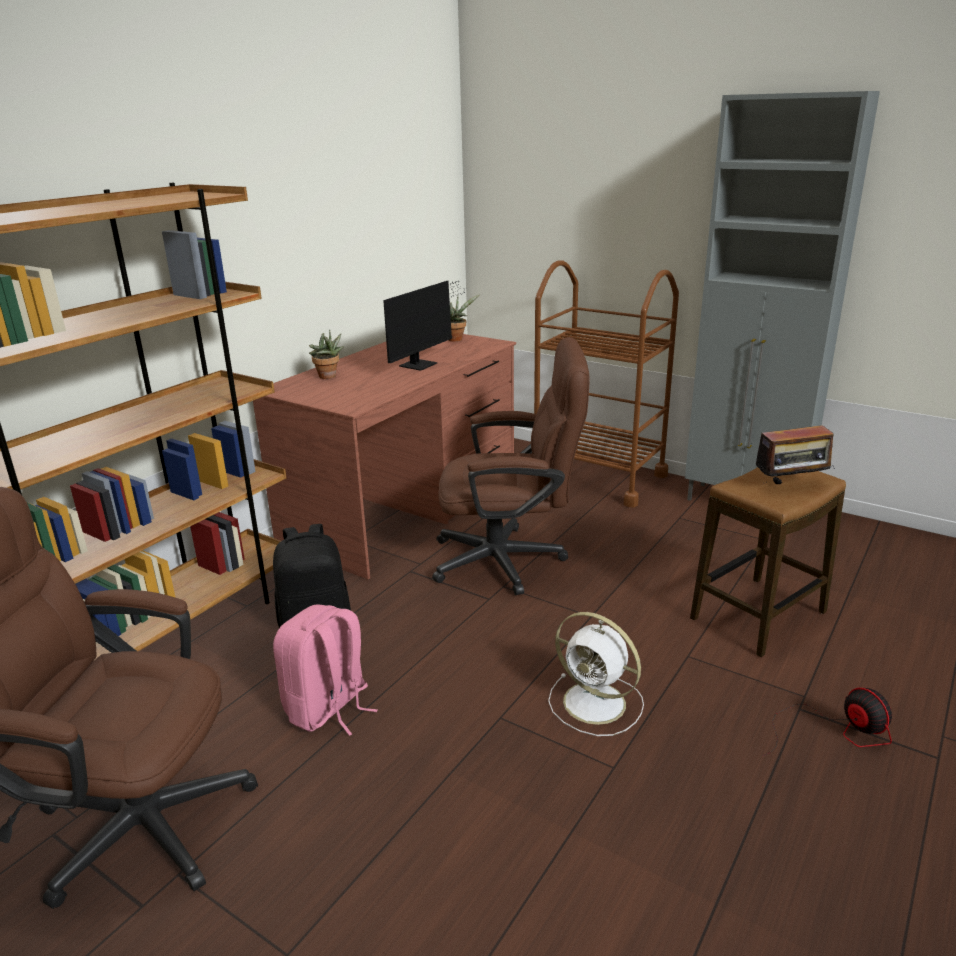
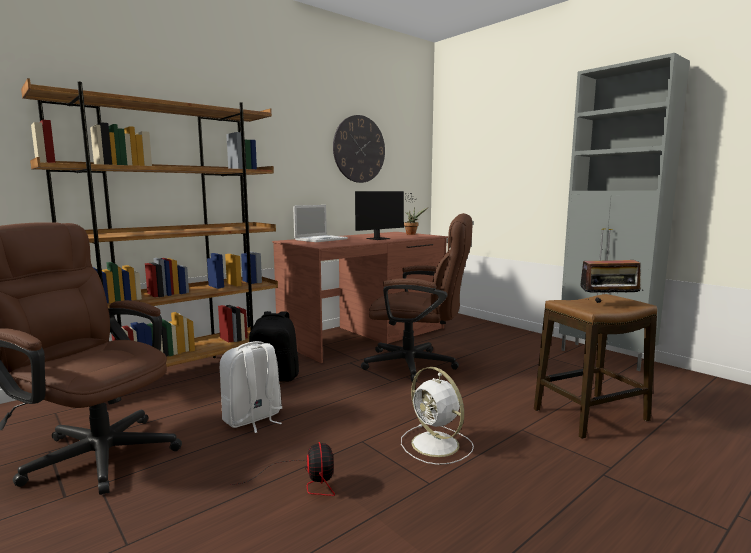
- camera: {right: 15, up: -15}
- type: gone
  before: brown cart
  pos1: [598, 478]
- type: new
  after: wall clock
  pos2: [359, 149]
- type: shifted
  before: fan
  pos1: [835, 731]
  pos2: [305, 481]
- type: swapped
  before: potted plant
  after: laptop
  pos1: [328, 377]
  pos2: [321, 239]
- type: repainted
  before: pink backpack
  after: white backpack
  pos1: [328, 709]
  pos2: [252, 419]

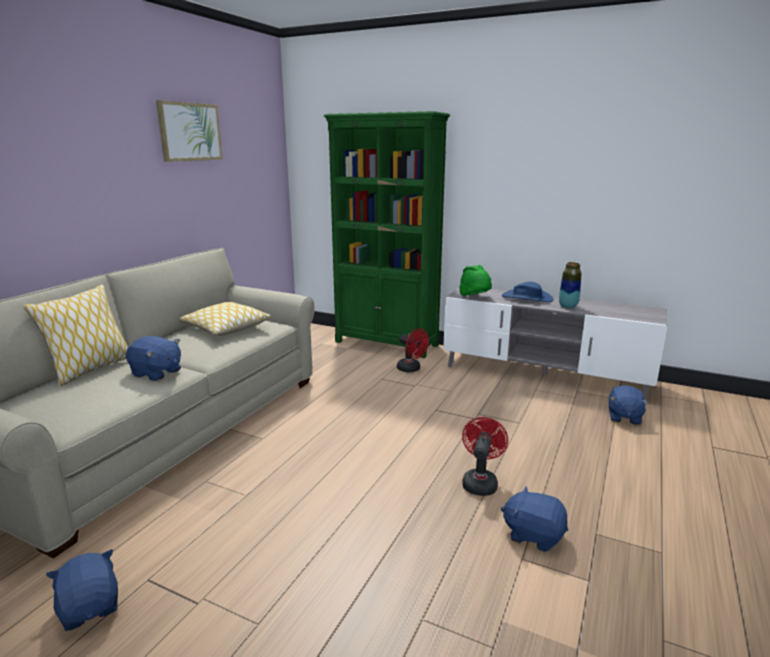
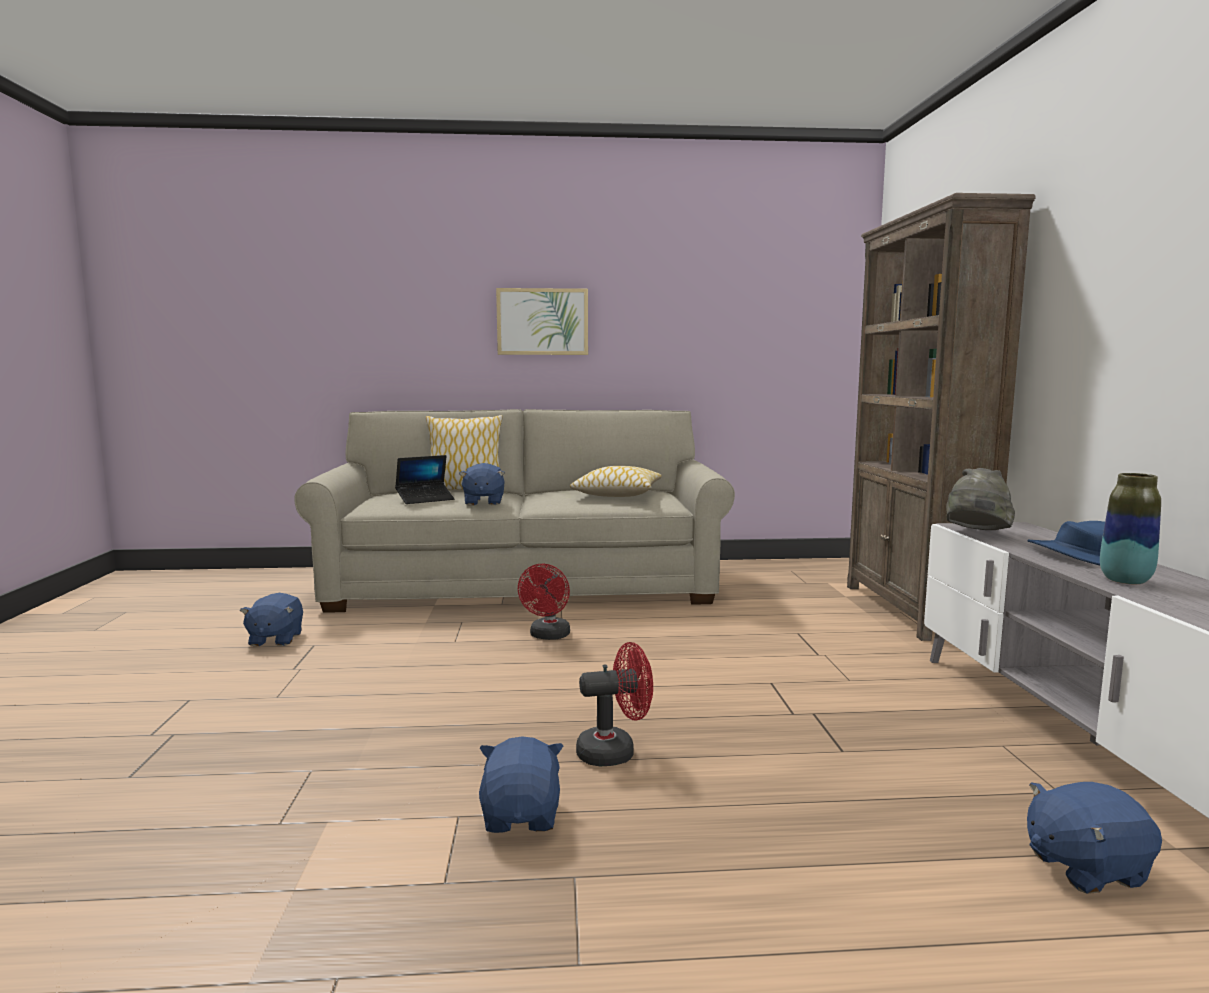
- camera: {right: 60, up: -10}
- type: new
  after: laptop
  pos2: [425, 499]
- type: shifted
  before: picture
  pos1: [190, 132]
  pos2: [542, 322]
- type: shifted
  before: red fan
  pos1: [411, 369]
  pos2: [548, 636]
- type: repainted
  before: green bookcase
  after: brown bookcase
  pos1: [387, 343]
  pos2: [912, 610]
- type: repainted
  before: green hat
  after: grey hat
  pos1: [475, 298]
  pos2: [976, 533]
- type: rotated
  before: blue plush toy
  pos1: [91, 607]
  pos2: [275, 639]
  turn: 150

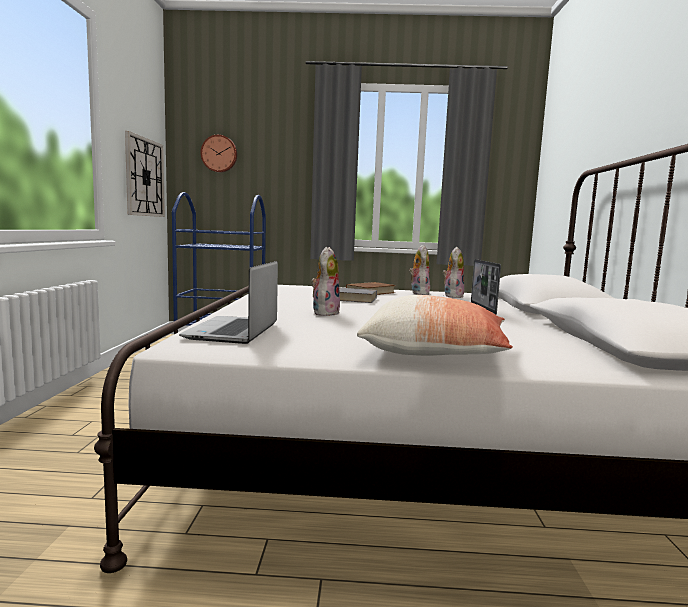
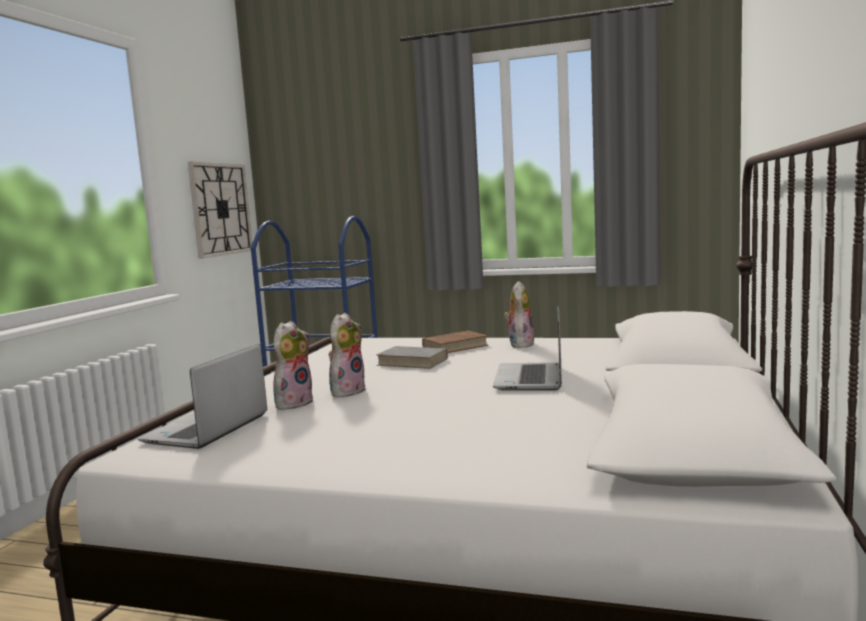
- camera: {right: 15, up: 0}
- type: gone
  before: wall clock
  pos1: [219, 154]
- type: gone
  before: pillow
  pos1: [434, 352]
- type: shifted
  before: plush toy
  pos1: [452, 296]
  pos2: [293, 403]

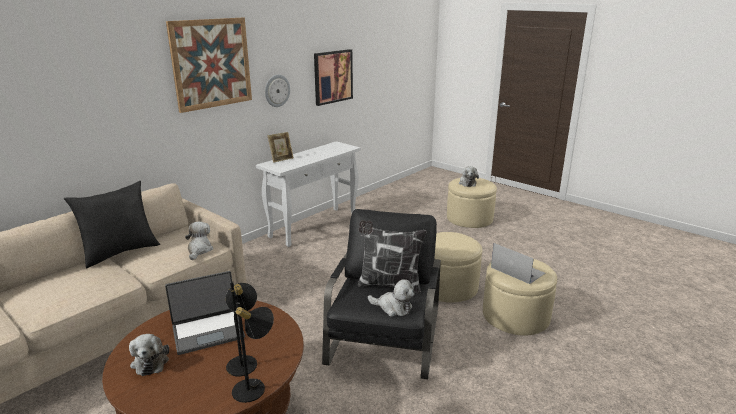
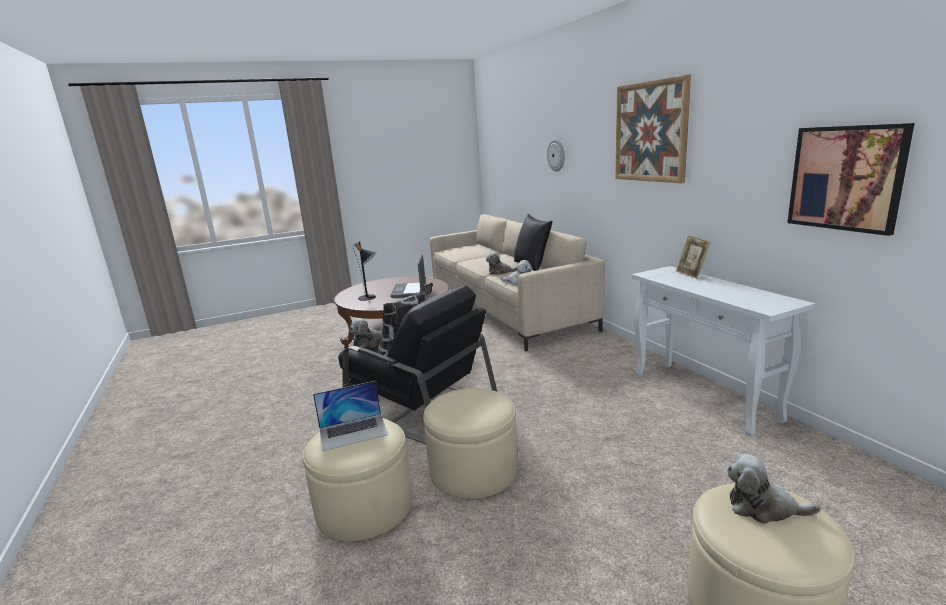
- camera: {right: 115, up: -5}
- type: gone
  before: black table lamp
  pos1: [254, 387]
- type: shifted
  before: plush toy
  pos1: [150, 361]
  pos2: [500, 272]
- type: shifted
  before: wall clock
  pos1: [277, 90]
  pos2: [556, 155]

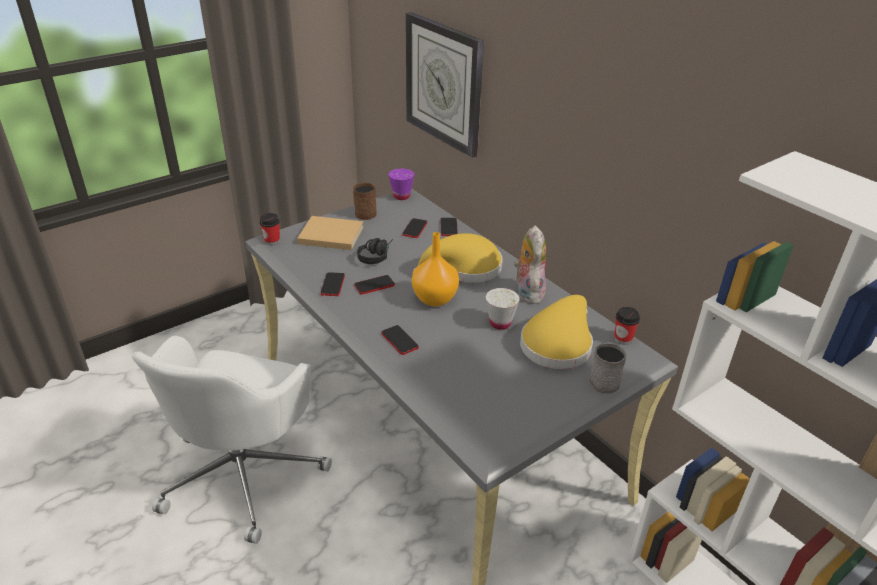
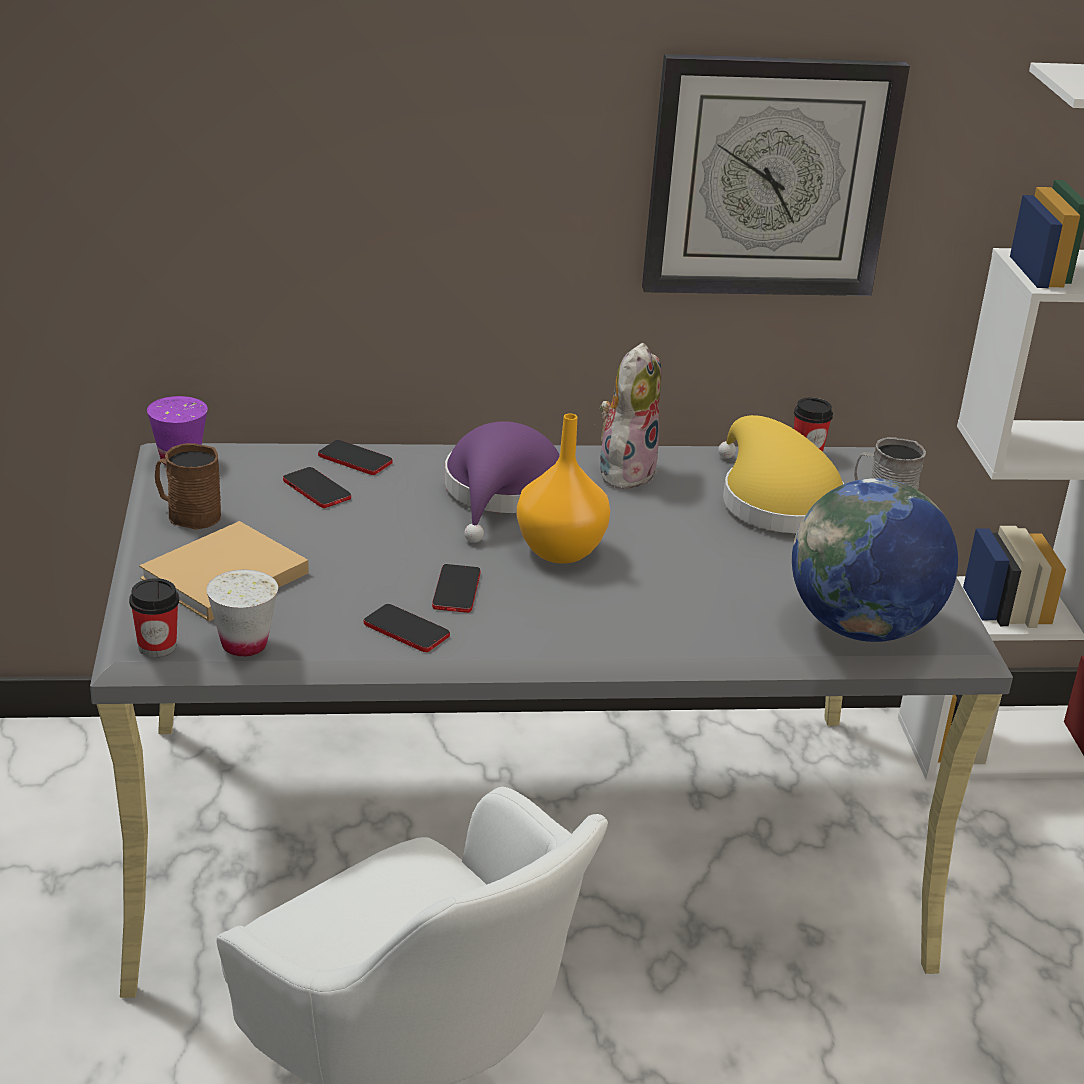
- camera: {right: -60, up: -5}
- type: gone
  before: black headphones
  pos1: [376, 255]
- type: gone
  before: phone
  pos1: [399, 340]
- type: new
  after: globe
  pos2: [861, 628]
- type: shifted
  before: wall clock
  pos1: [444, 83]
  pos2: [770, 177]
- type: shifted
  before: white cup
  pos1: [500, 323]
  pos2: [244, 644]
- type: repainted
  before: yellow hat
  after: purple hat
  pos1: [465, 268]
  pos2: [502, 493]
- type: rotated
  before: plush toy
  pos1: [527, 292]
  pos2: [625, 471]
  turn: 90

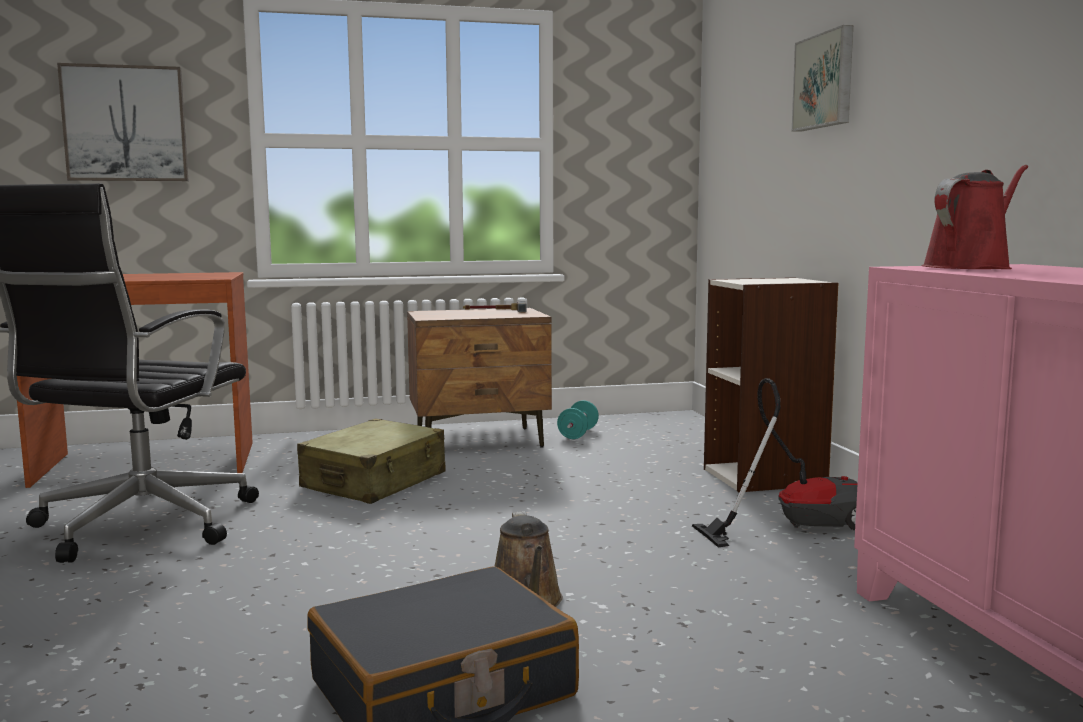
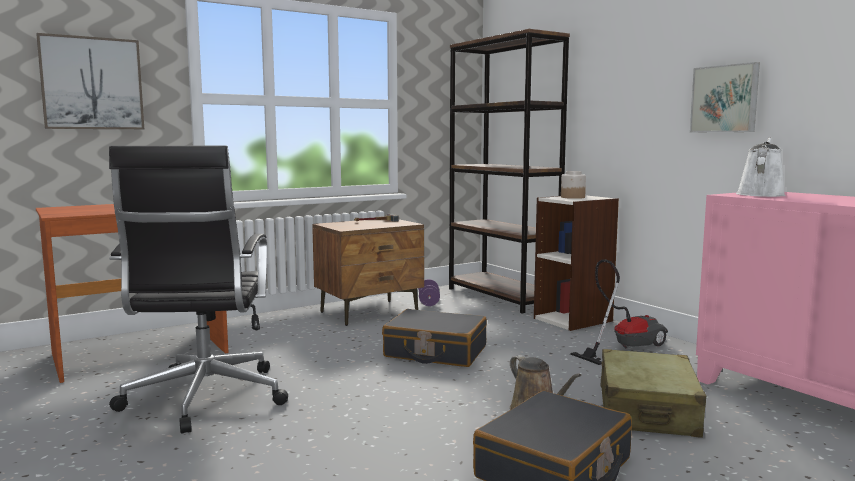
- camera: {right: -20, up: 0}
- type: new
  after: black suitcase
  pos2: [435, 352]
- type: new
  after: brown bookcase
  pos2: [501, 297]
- type: new
  after: jar
  pos2: [572, 197]
- type: shifted
  before: beige suitcase
  pos1: [374, 481]
  pos2: [647, 411]
- type: shifted
  before: picture
  pos1: [825, 81]
  pos2: [725, 99]
- type: repainted
  before: turquoise dumbbell
  after: purple dumbbell
  pos1: [578, 434]
  pos2: [429, 302]
- type: repainted
  before: red watering can
  after: white watering can
  pos1: [970, 267]
  pos2: [760, 194]

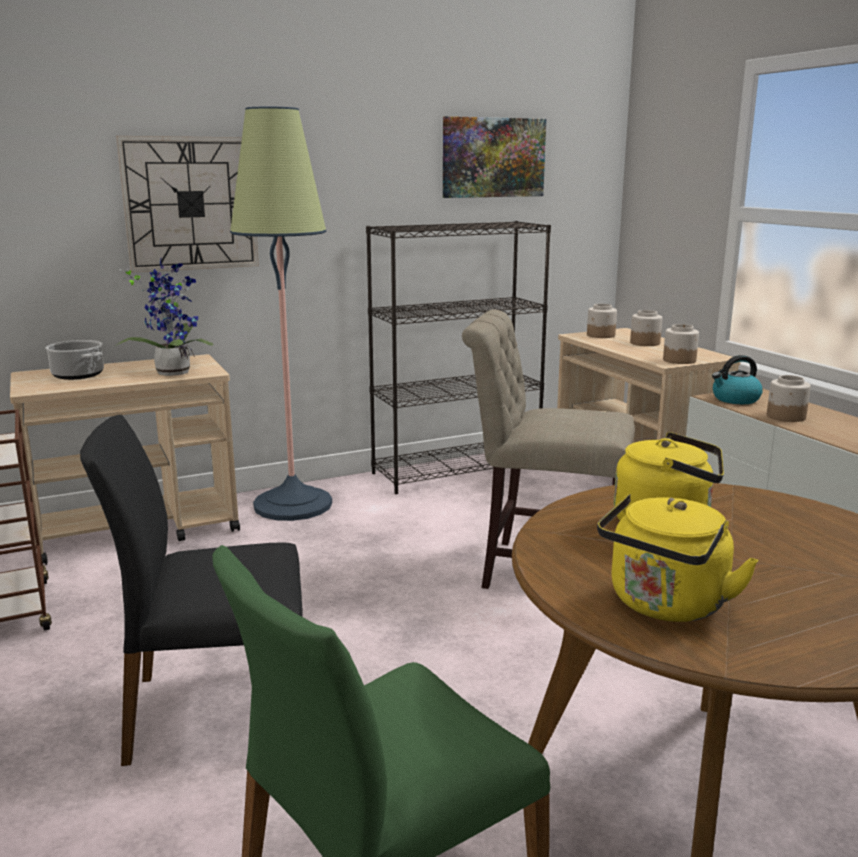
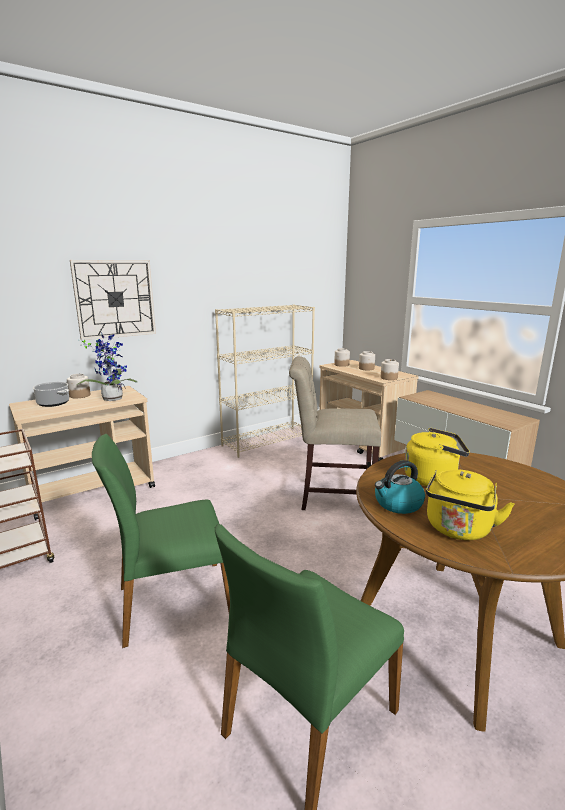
- camera: {right: -10, up: 0}
- type: gone
  before: floor lamp
  pos1: [293, 505]
- type: gone
  before: picture
  pos1: [493, 157]
- type: shifted
  before: kettle
  pos1: [735, 399]
  pos2: [398, 504]
- type: shifted
  before: jar
  pos1: [785, 416]
  pos2: [79, 395]
- type: repainted
  before: black chair
  after: green chair
  pos1: [219, 709]
  pos2: [173, 602]
- type: repainted
  before: black bookcase
  after: beige bookcase
  pos1: [457, 470]
  pos2: [268, 441]

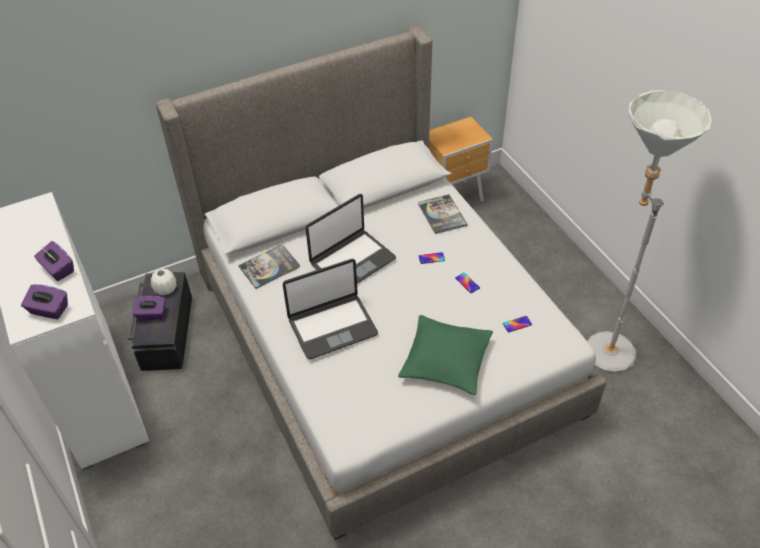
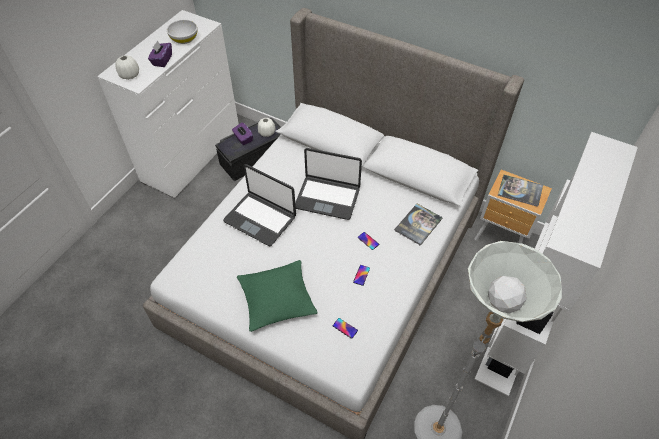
- camera: {right: 55, up: 5}
- type: new
  after: white bowl
  pos2: [184, 39]
- type: new
  after: white bookcase
  pos2: [511, 337]
- type: shifted
  before: book
  pos1: [269, 267]
  pos2: [520, 191]
- type: swapped
  before: purple tissue box
  after: white vase
  pos1: [49, 310]
  pos2: [129, 75]

